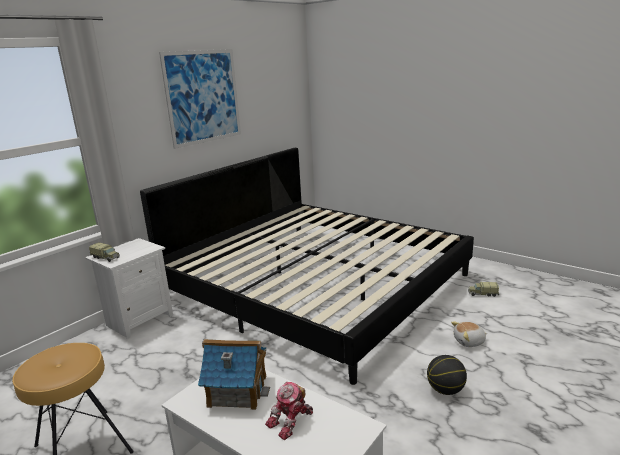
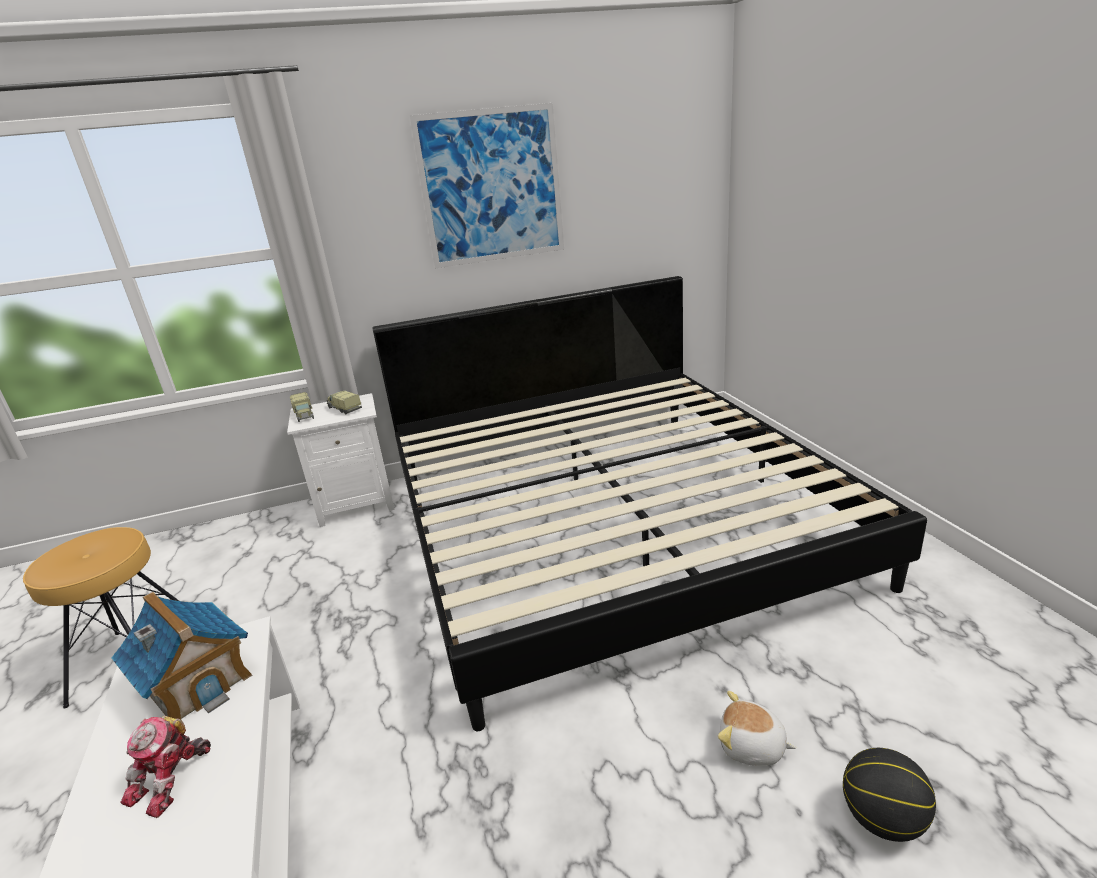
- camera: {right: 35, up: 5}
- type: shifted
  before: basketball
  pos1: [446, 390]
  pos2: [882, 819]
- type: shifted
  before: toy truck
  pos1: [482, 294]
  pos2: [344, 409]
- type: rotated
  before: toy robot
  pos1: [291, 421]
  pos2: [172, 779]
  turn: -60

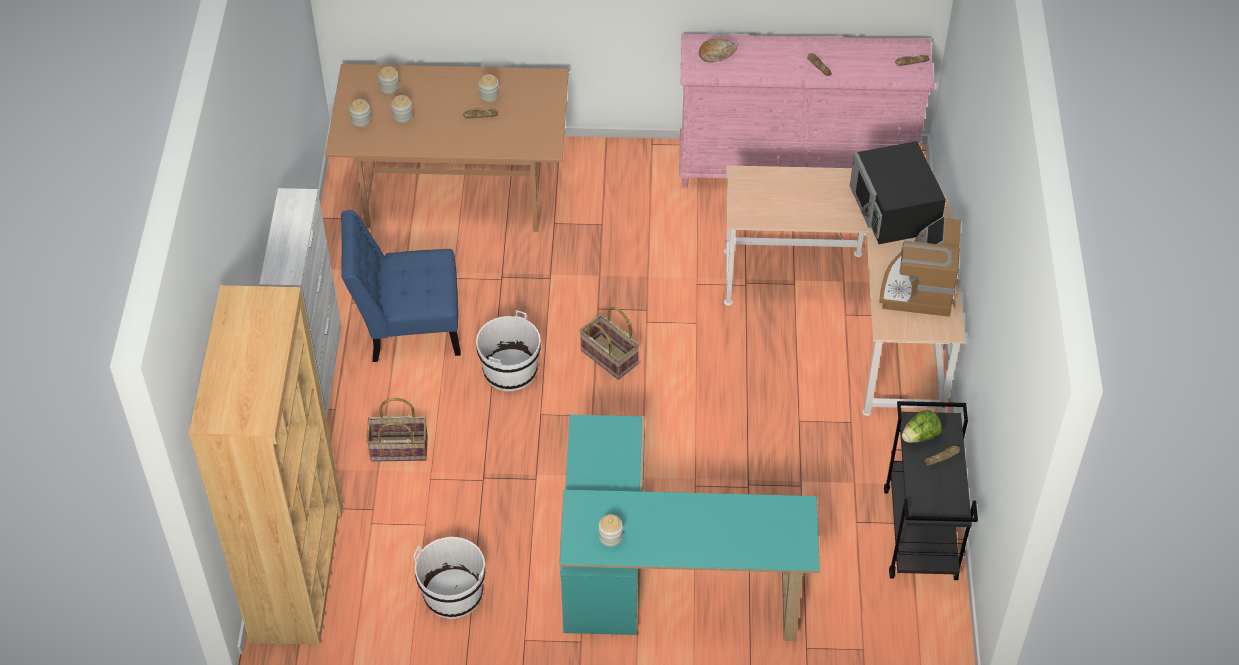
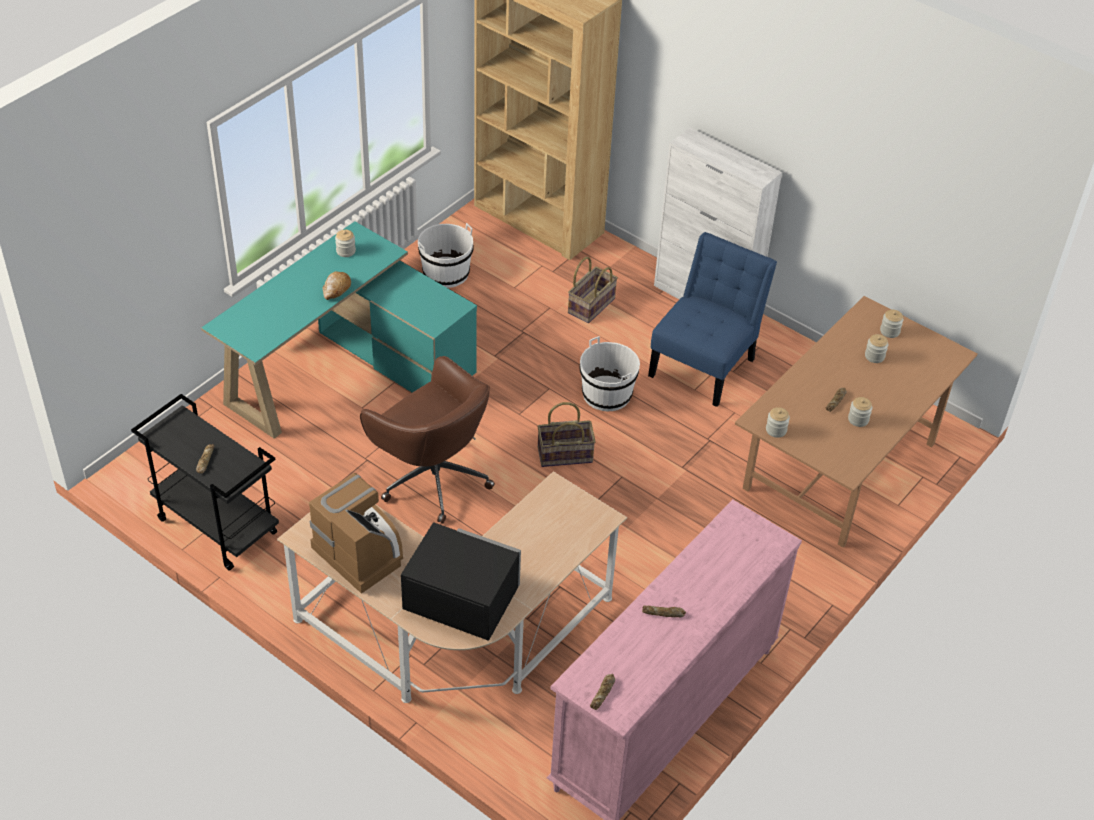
- camera: {right: 125, up: -5}
- type: gone
  before: lettuce
  pos1: [920, 436]
- type: new
  after: brown office chair
  pos2: [432, 477]
- type: shifted
  before: jar
  pos1: [389, 87]
  pos2: [776, 430]
- type: shifted
  before: bread
  pos1: [717, 54]
  pos2: [336, 289]

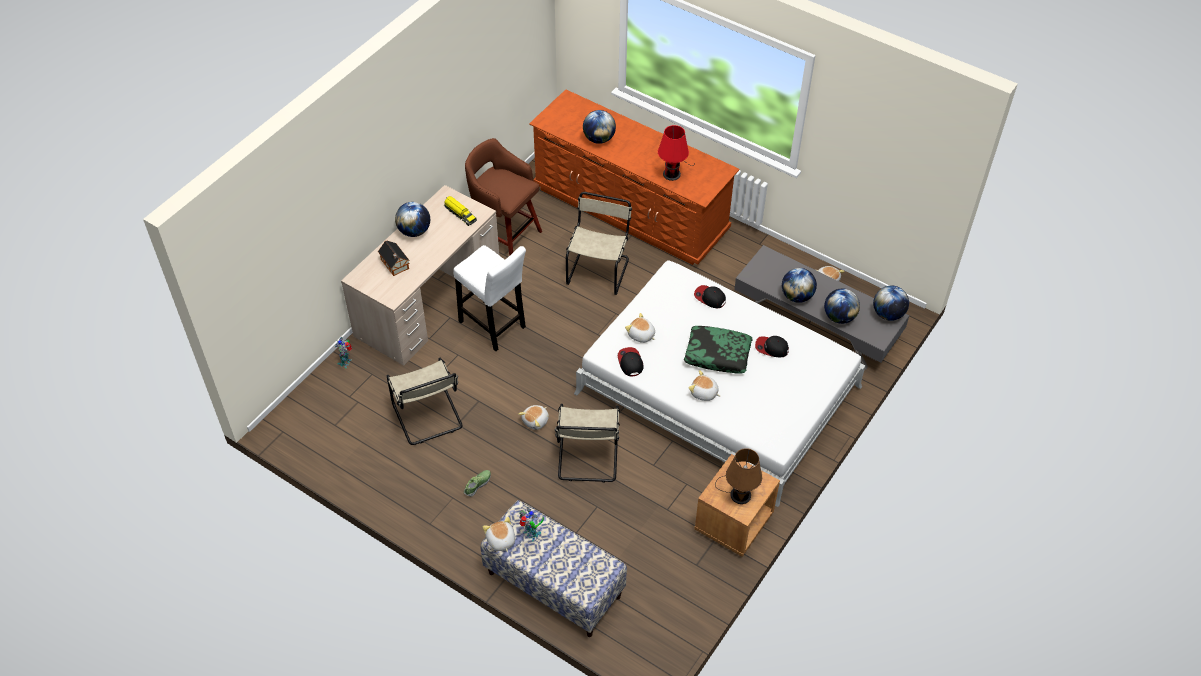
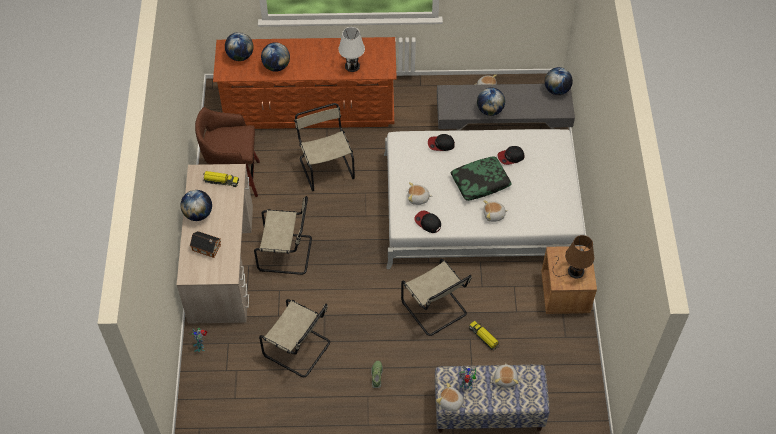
- camera: {right: -35, up: 5}
- type: new
  after: toy truck
  pos2: [484, 337]
- type: shifted
  before: plush toy
  pos1: [536, 421]
  pos2: [505, 379]
- type: shifted
  before: globe
  pos1: [839, 317]
  pos2: [240, 56]
- type: swapped
  before: white stool
  after: beige chair
  pos1: [494, 327]
  pos2: [287, 253]
- type: repainted
  before: red table lamp
  after: white table lamp
  pos1: [672, 173]
  pos2: [352, 65]

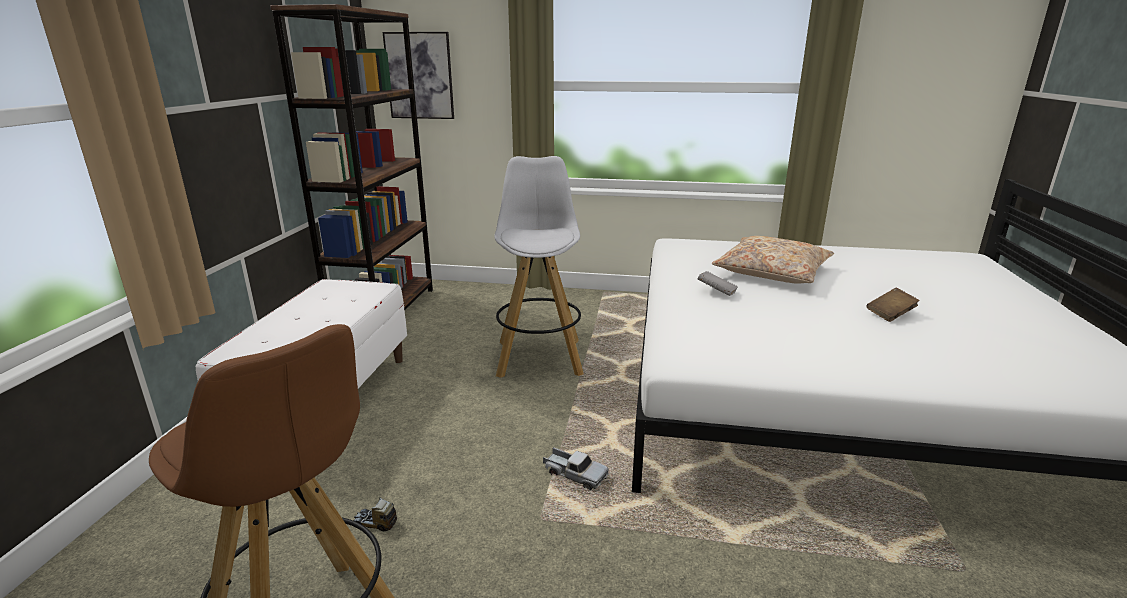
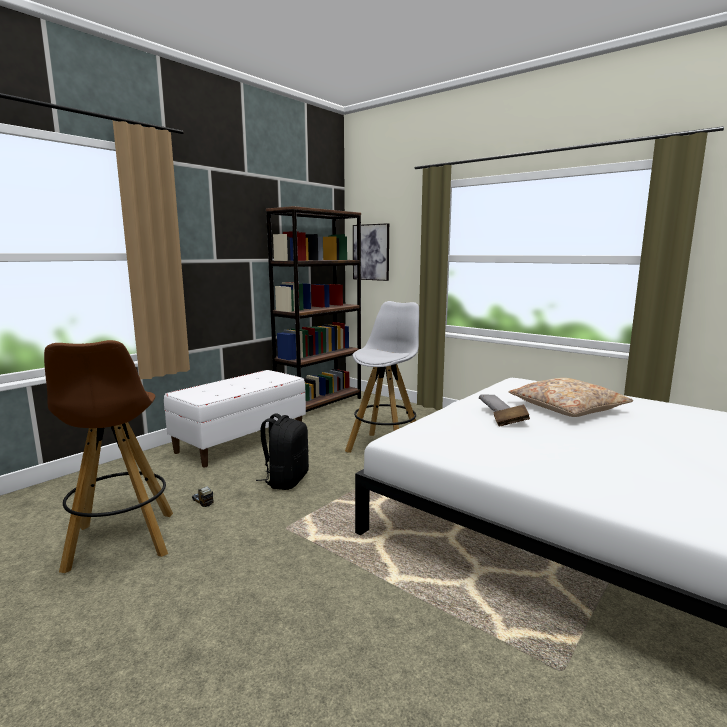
- camera: {right: 30, up: -10}
- type: gone
  before: toy truck
  pos1: [574, 475]
- type: new
  after: black backpack
  pos2: [286, 480]
- type: shifted
  before: brown book
  pos1: [890, 314]
  pos2: [510, 423]

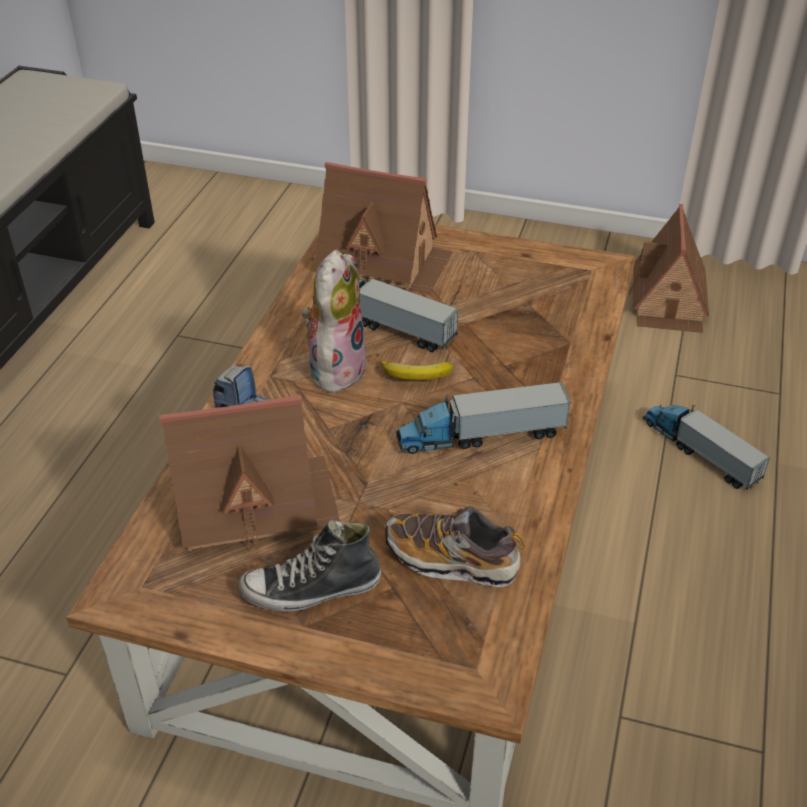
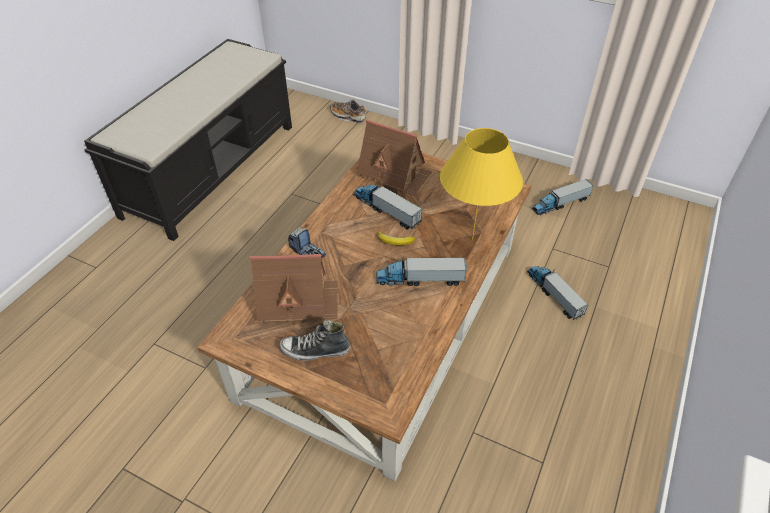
- camera: {right: 10, up: 5}
- type: gone
  before: plush toy
  pos1: [336, 368]
- type: new
  after: yellow table lamp
  pos2: [472, 240]
- type: shifted
  before: shoe
  pos1: [452, 560]
  pos2: [348, 116]
- type: swapped
  before: toy house
  after: toy truck
  pos1: [668, 300]
  pos2: [560, 204]

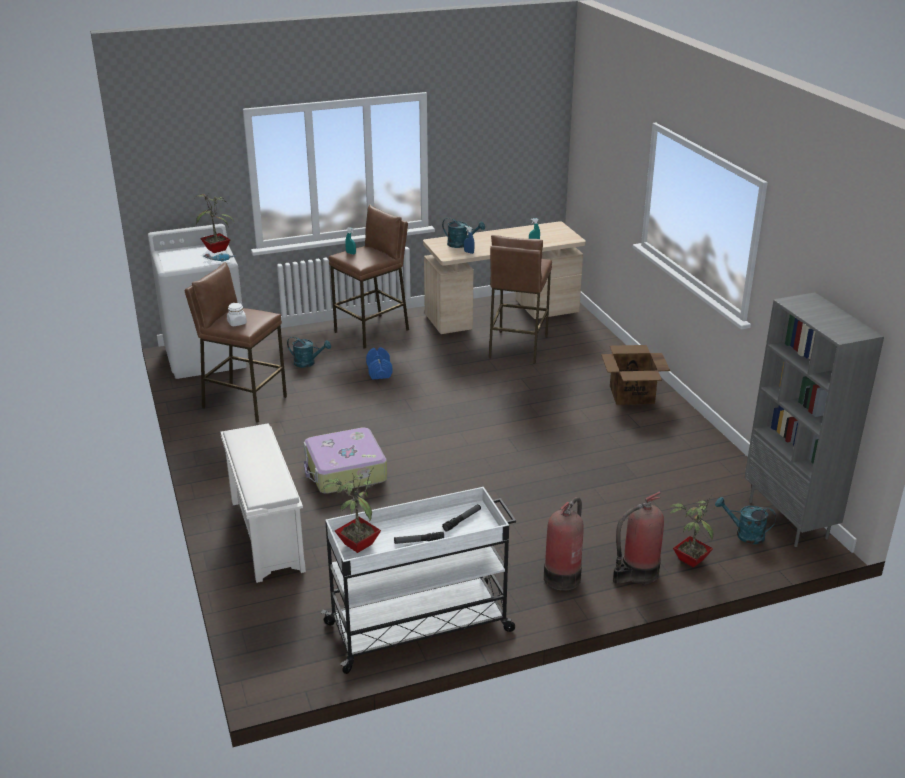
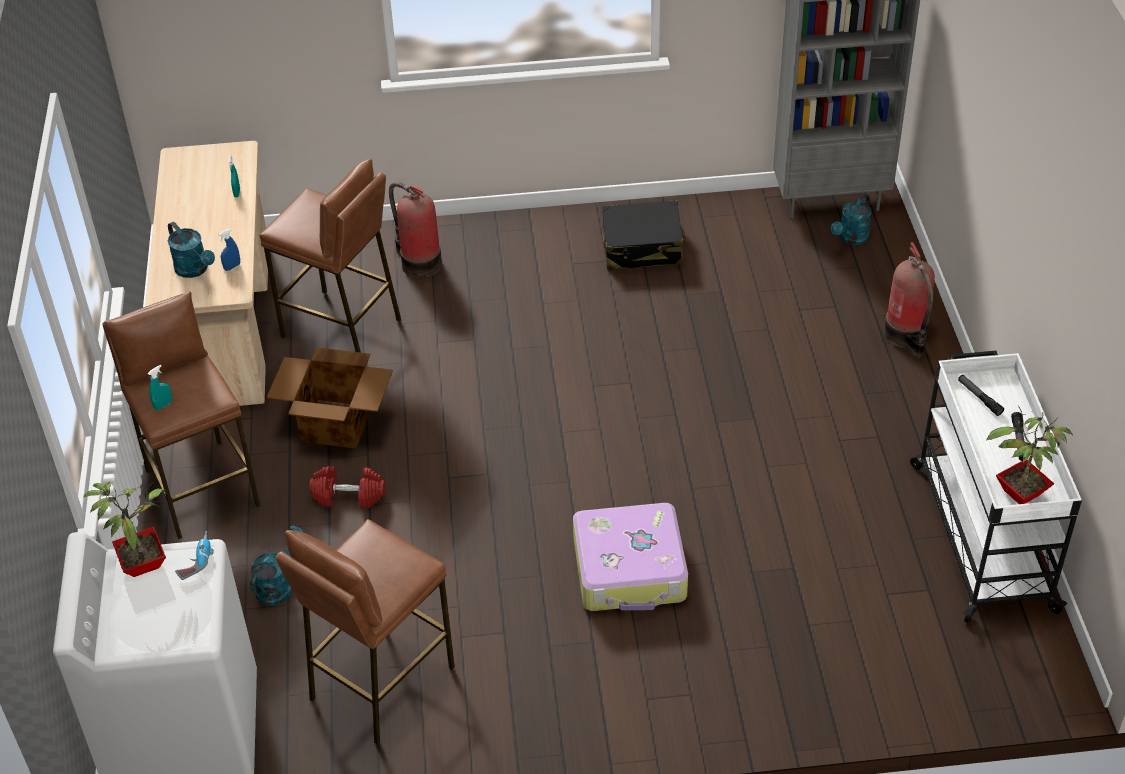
- camera: {right: -75, up: 15}
- type: gone
  before: white shoe rack
  pos1: [265, 534]
- type: gone
  before: white jar
  pos1: [237, 323]
- type: gone
  before: potted plant
  pos1: [689, 559]
- type: new
  after: black suitcase
  pos2: [642, 247]
- type: shifted
  before: fire extinguisher
  pos1: [563, 576]
  pos2: [419, 263]
- type: shifted
  before: cardboard box
  pos1: [631, 395]
  pos2: [337, 424]
- type: repainted
  before: blue dumbbell
  after: red dumbbell
  pos1: [379, 371]
  pos2: [349, 496]
- type: rotated
  before: turquoise watering can
  pos1: [461, 244]
  pos2: [195, 270]
  turn: 105

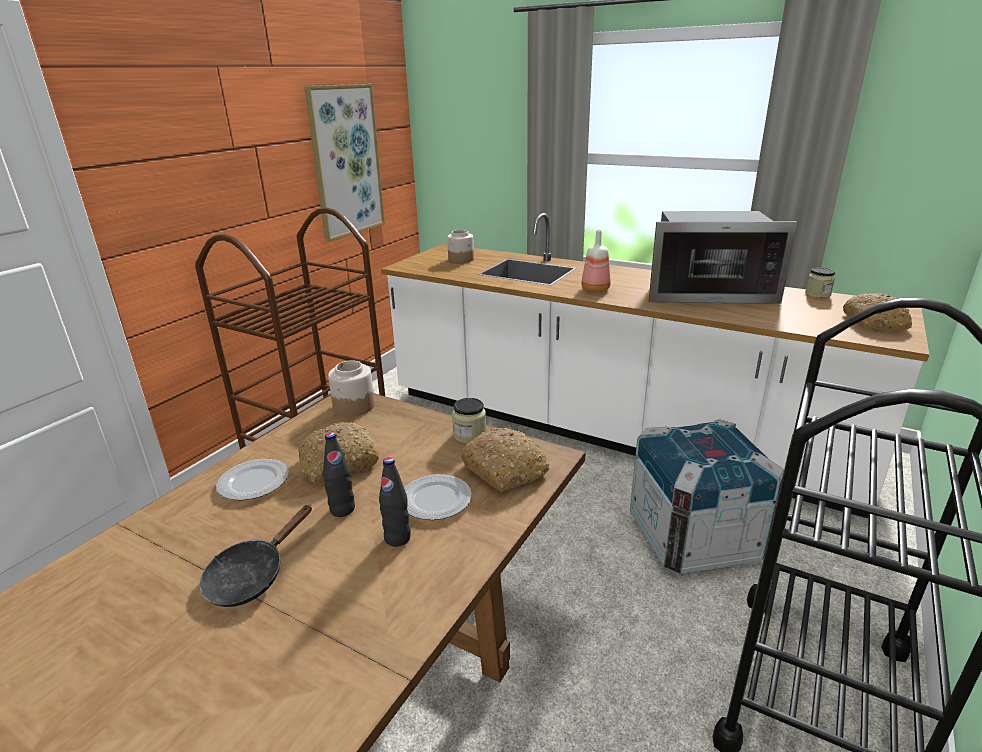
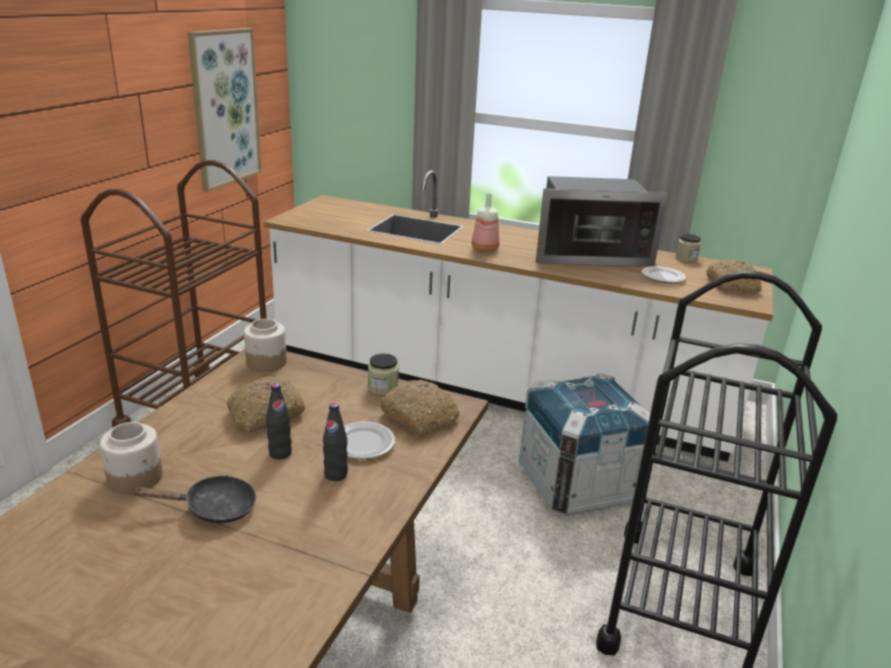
- camera: {right: -10, up: 0}
- type: shifted
  before: plate
  pos1: [253, 483]
  pos2: [662, 277]
- type: shifted
  before: jar
  pos1: [461, 259]
  pos2: [136, 478]
- type: rotated
  before: black frying pan
  pos1: [252, 576]
  pos2: [213, 508]
  turn: -120

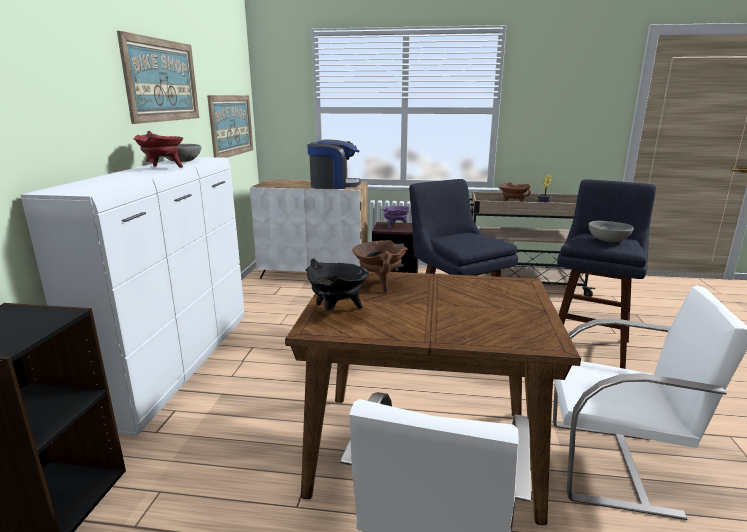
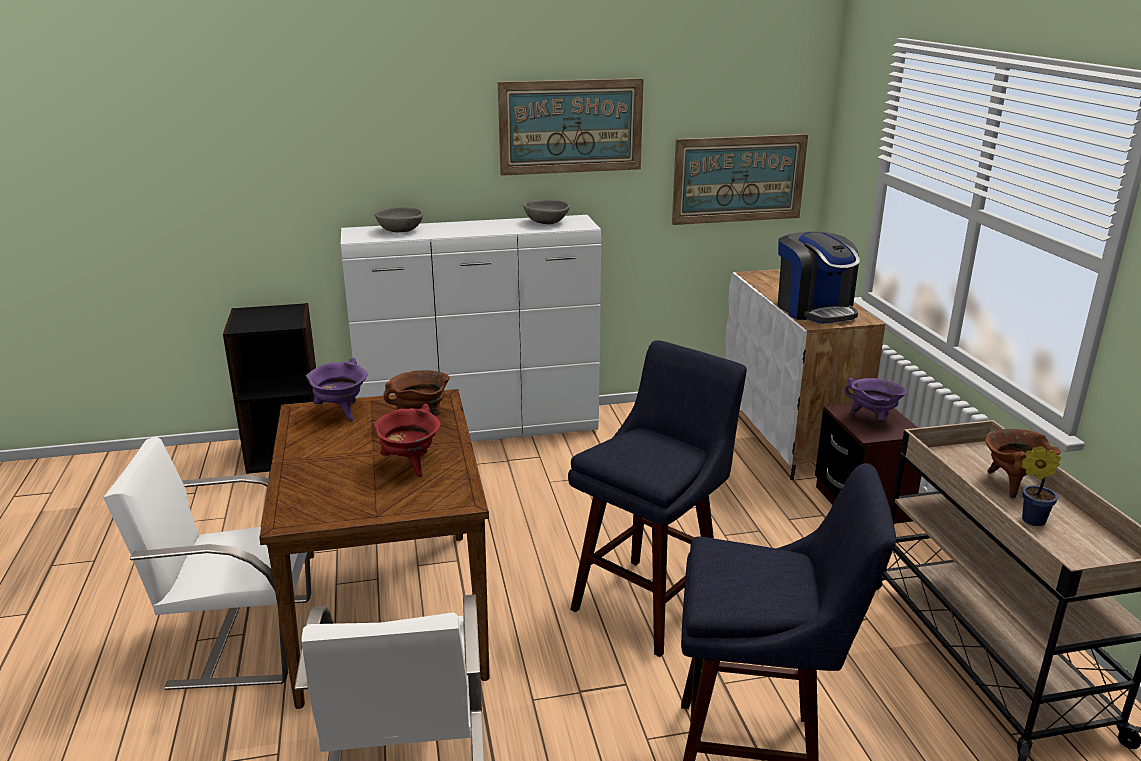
- camera: {right: 70, up: 5}
- type: shifted
  before: red cooking pot
  pos1: [163, 168]
  pos2: [410, 465]
- type: shifted
  before: grey bowl
  pos1: [608, 240]
  pos2: [400, 231]
- type: repainted
  before: black cooking pot
  after: purple cooking pot
  pos1: [337, 311]
  pos2: [341, 412]

